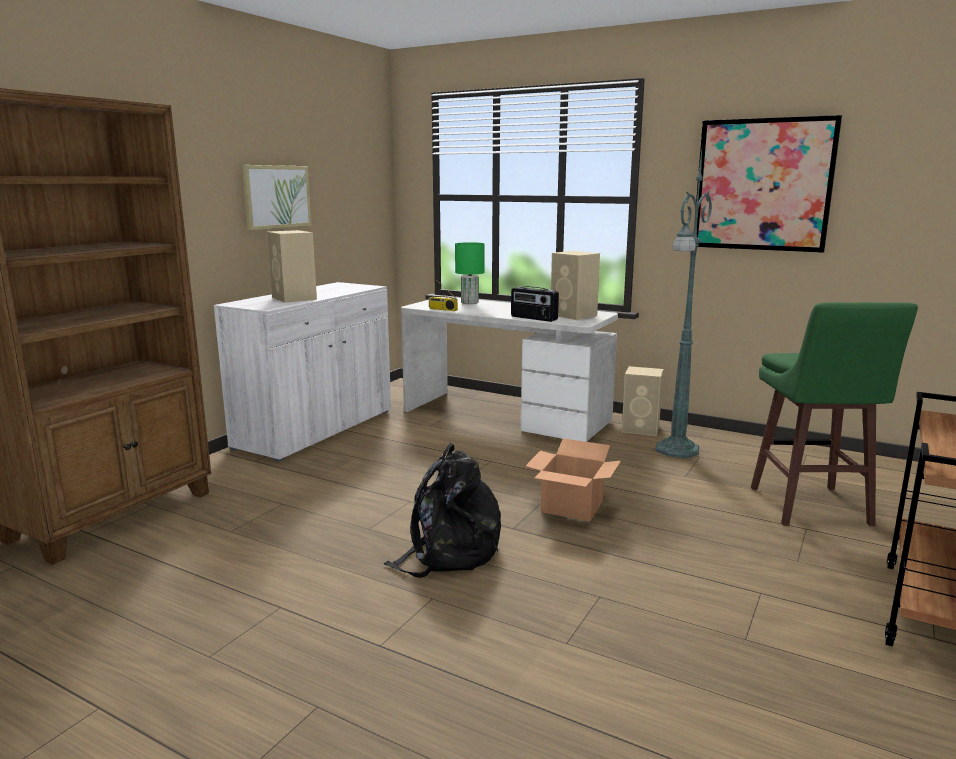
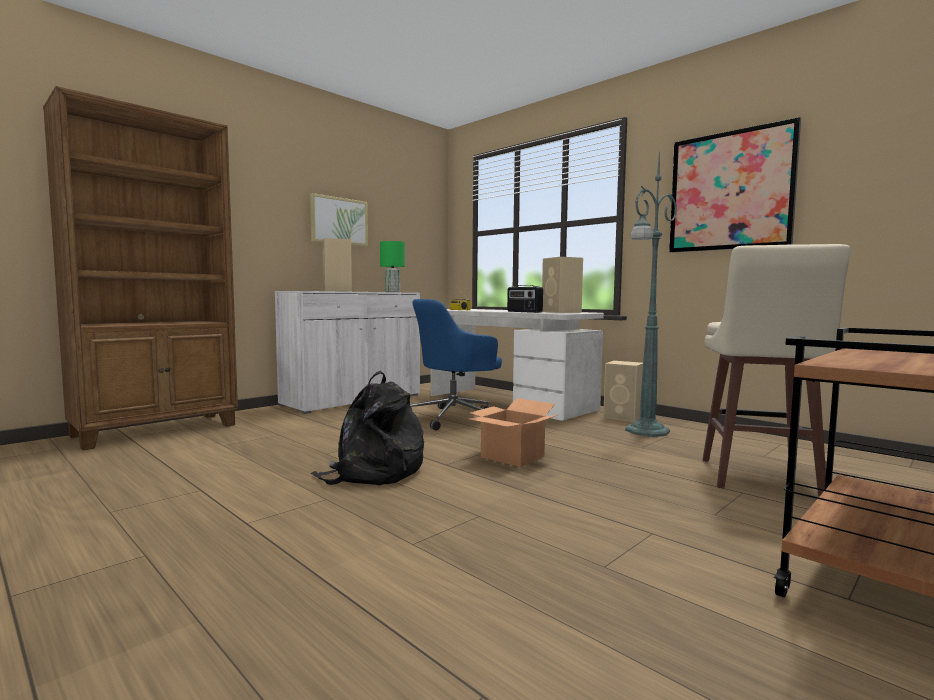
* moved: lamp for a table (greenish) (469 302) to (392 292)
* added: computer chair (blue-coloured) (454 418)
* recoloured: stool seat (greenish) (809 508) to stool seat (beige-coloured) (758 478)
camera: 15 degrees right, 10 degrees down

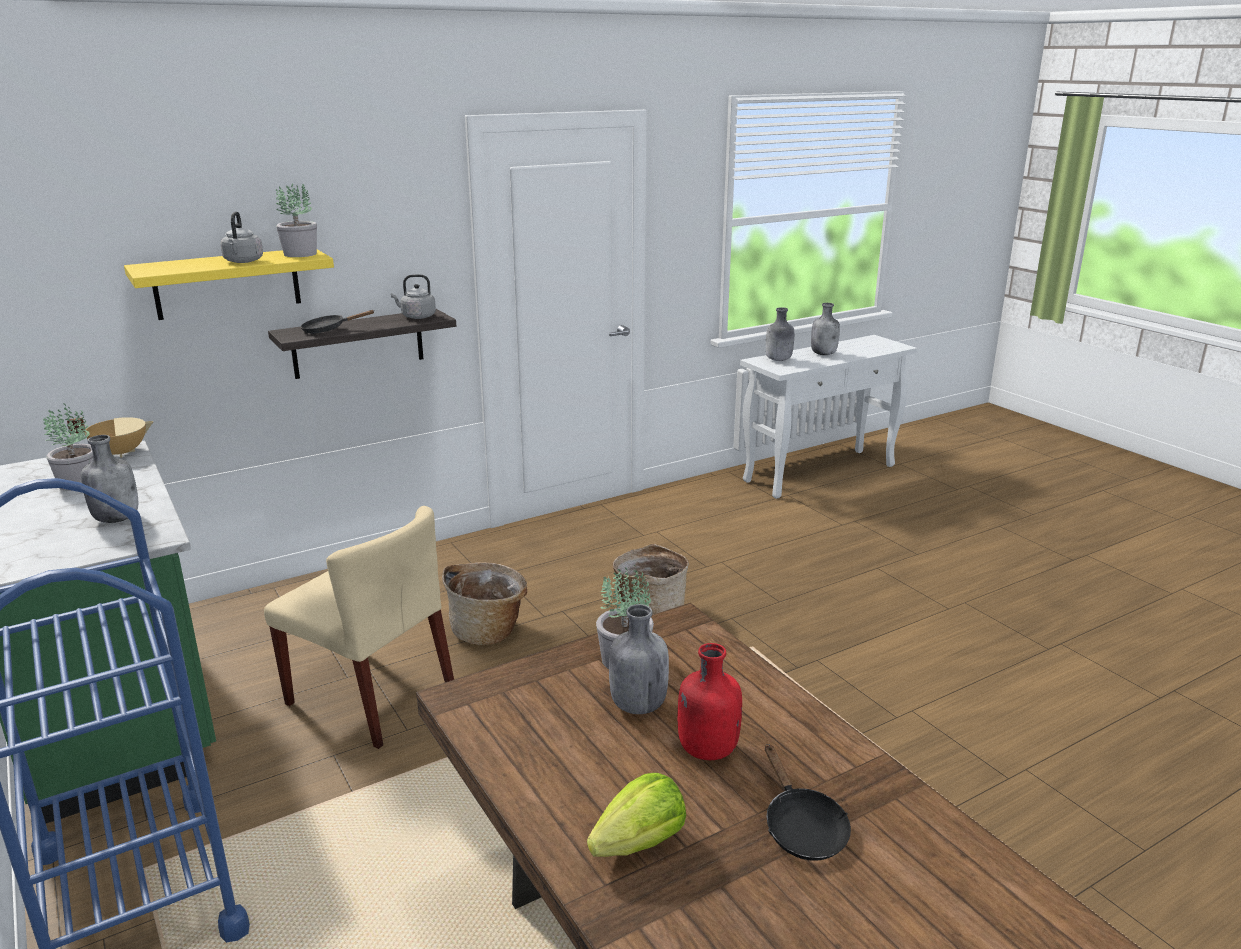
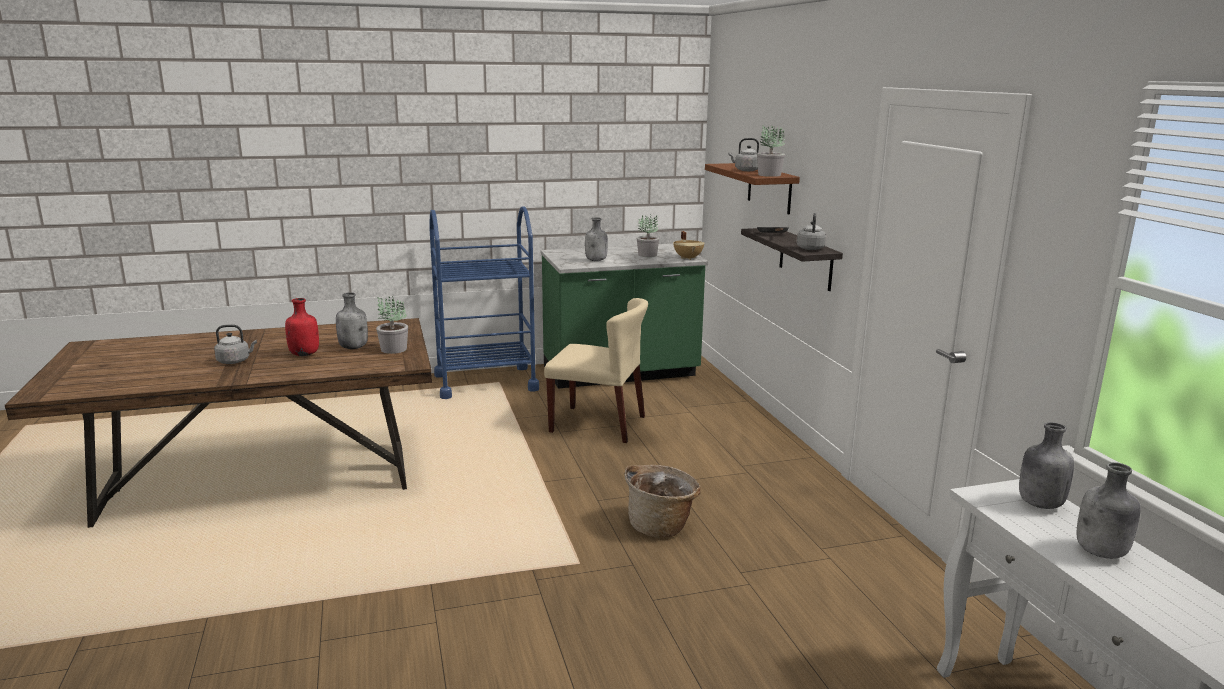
* replaced: frying pan (black) (801 827) to tea kettle (gray) (235 361)
* turned: plain chair (beige-coloured) (372 697) = (598 424) 120 degrees counterclockwise
* recoloured: shelf (yellowish) (227 283) to shelf (brown-coloured) (769 188)
* removed: household basket (488 631)
* removed: lettuce head (640 843)
camera: 105 degrees right, 5 degrees down

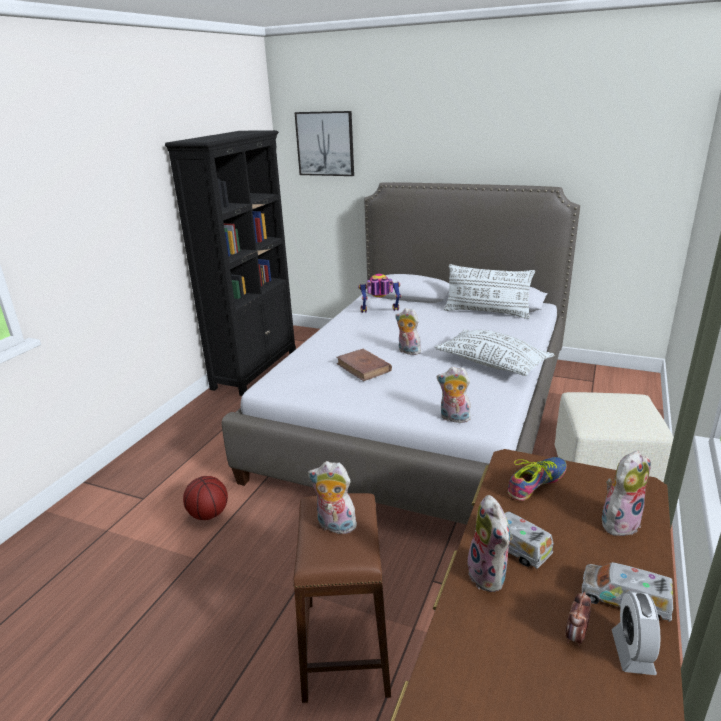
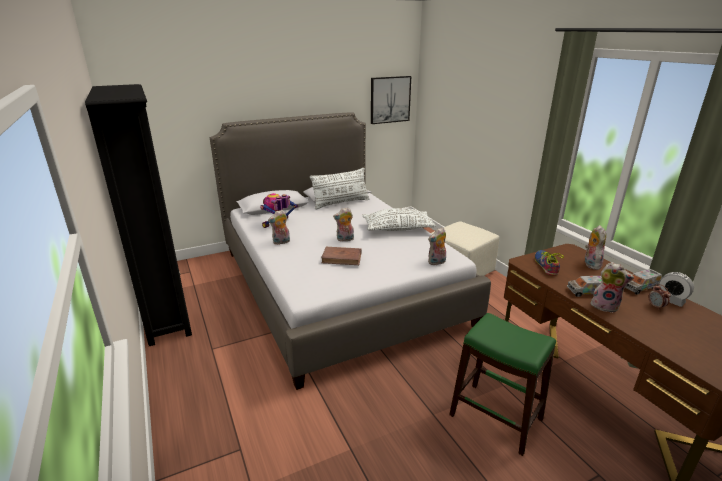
* moved: plush toy (334 526) to (281 242)
* moved: wall art (325 144) to (390 99)
* recoloured: stool seat (brown-coloured) (344 647) to stool seat (greenish) (496 417)
* removed: basketball ball (209 514)
camera: 50 degrees left, 0 degrees up

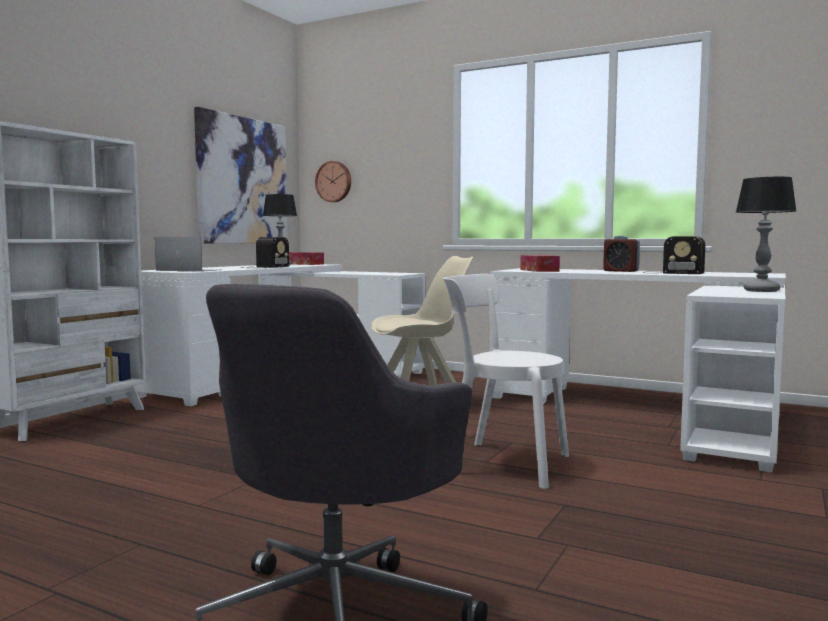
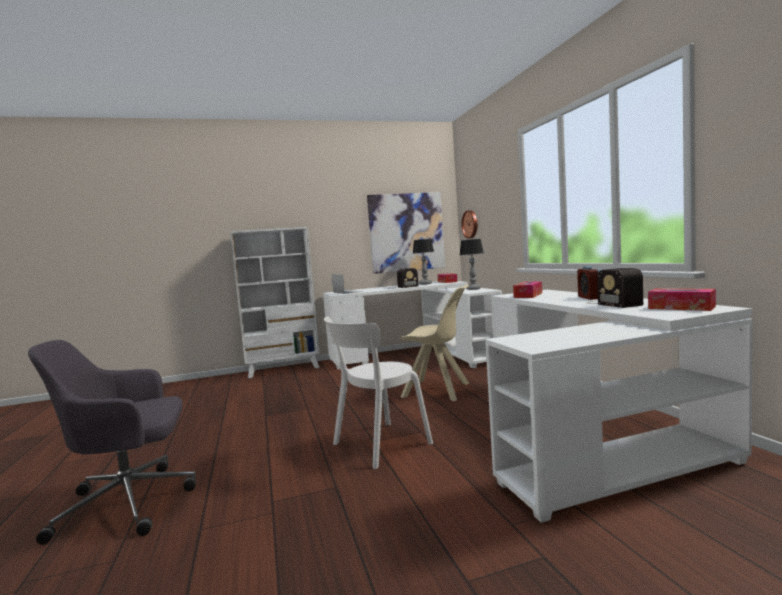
* turned: plain chair (white-coloured) (500 463) = (378 445) 105 degrees counterclockwise
* moved: lamp for a table (762 291) to (473 289)
* added: tissue holder (681 307)
camera: 45 degrees right, 0 degrees up

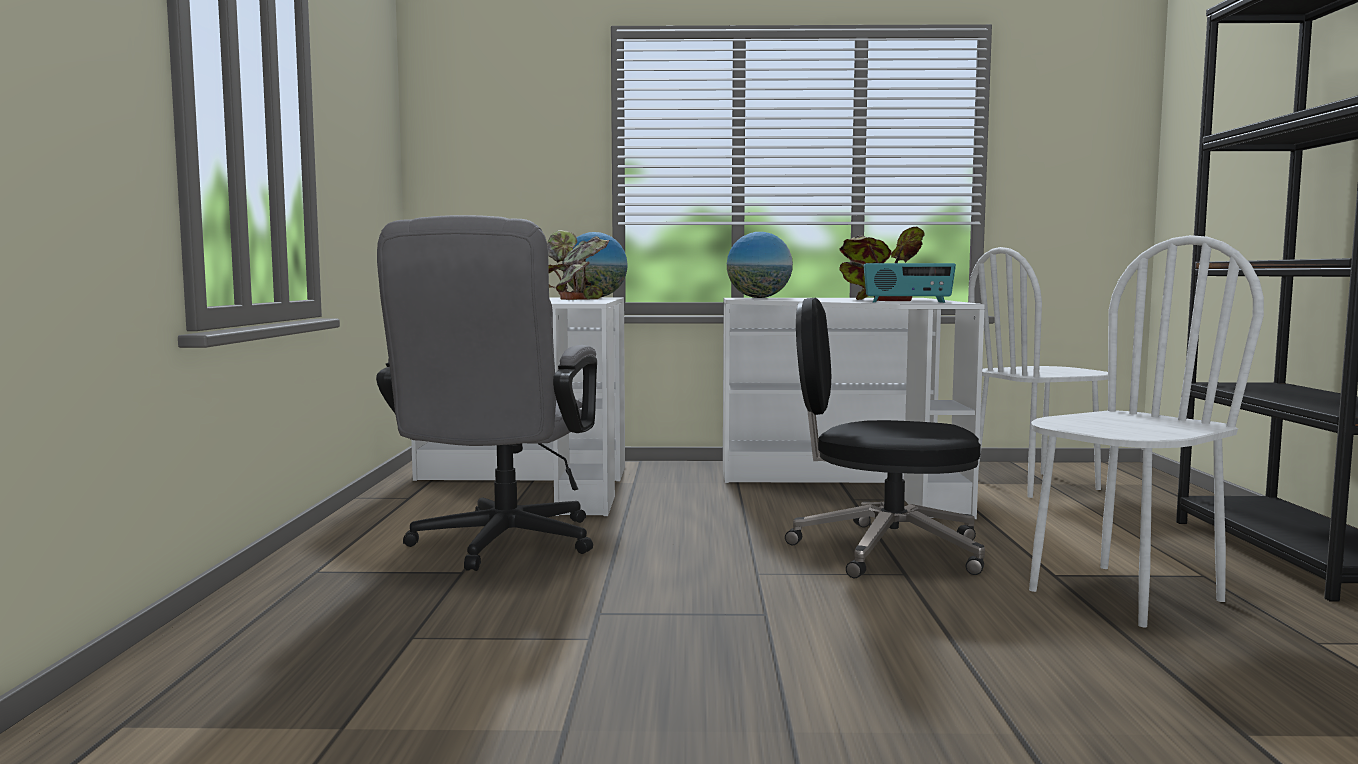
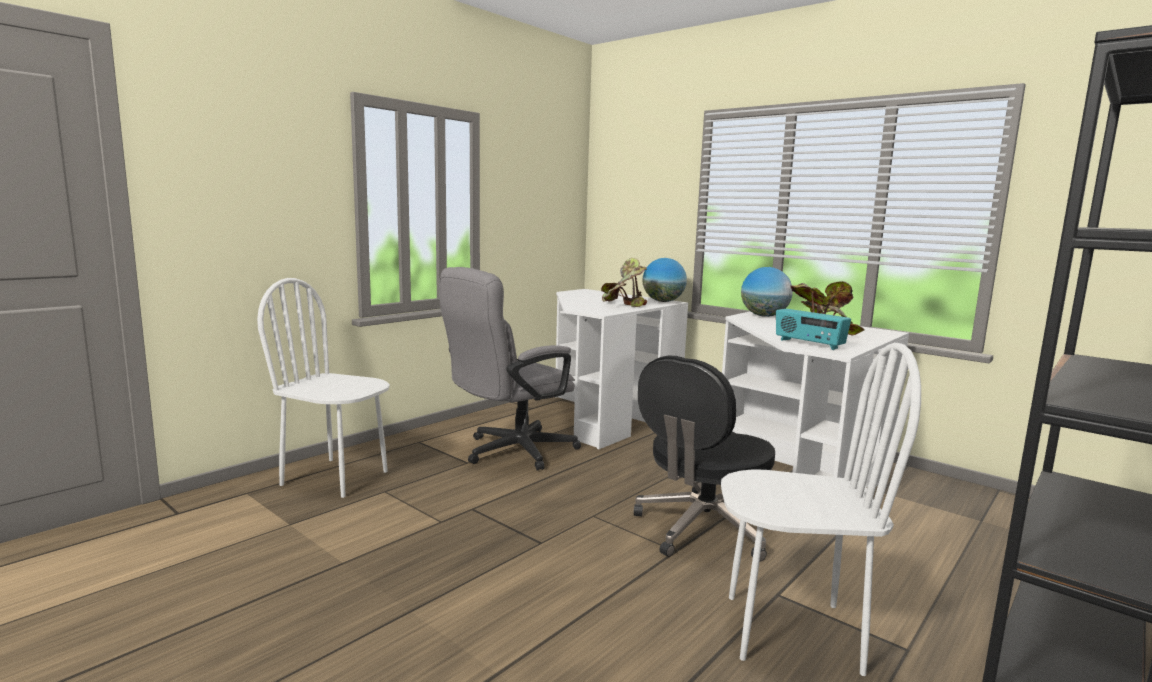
* moved: plain chair (white-coloured) (1035 484) to (335 477)
* turned: computer chair (black) (883 550) = (702 529) 105 degrees counterclockwise
camera: 40 degrees right, 5 degrees up

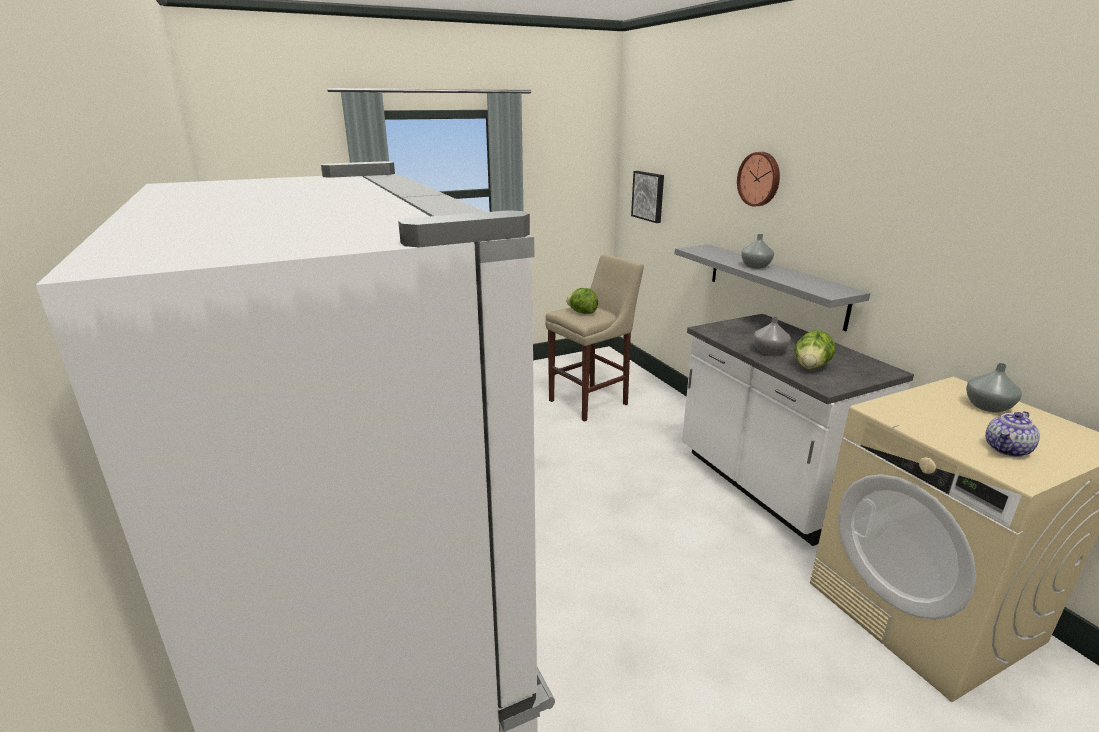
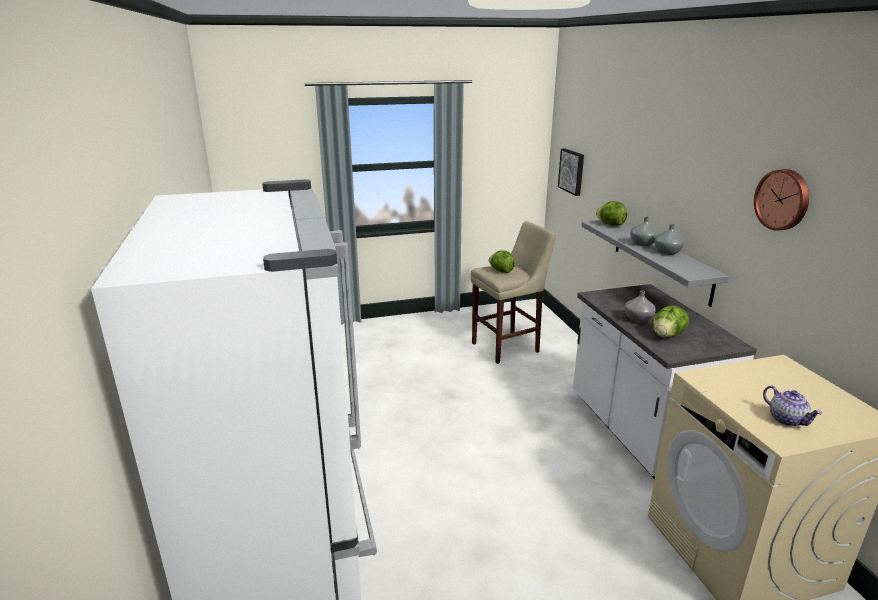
* added: lettuce head (610 224)
* moved: decorative vase (gray) (987 406) to (667 252)
* moved: hanging clock (760 179) to (783 199)
* turned: pot for tea (1007 450) = (787 419) 90 degrees counterclockwise
camera: 10 degrees right, 0 degrees up

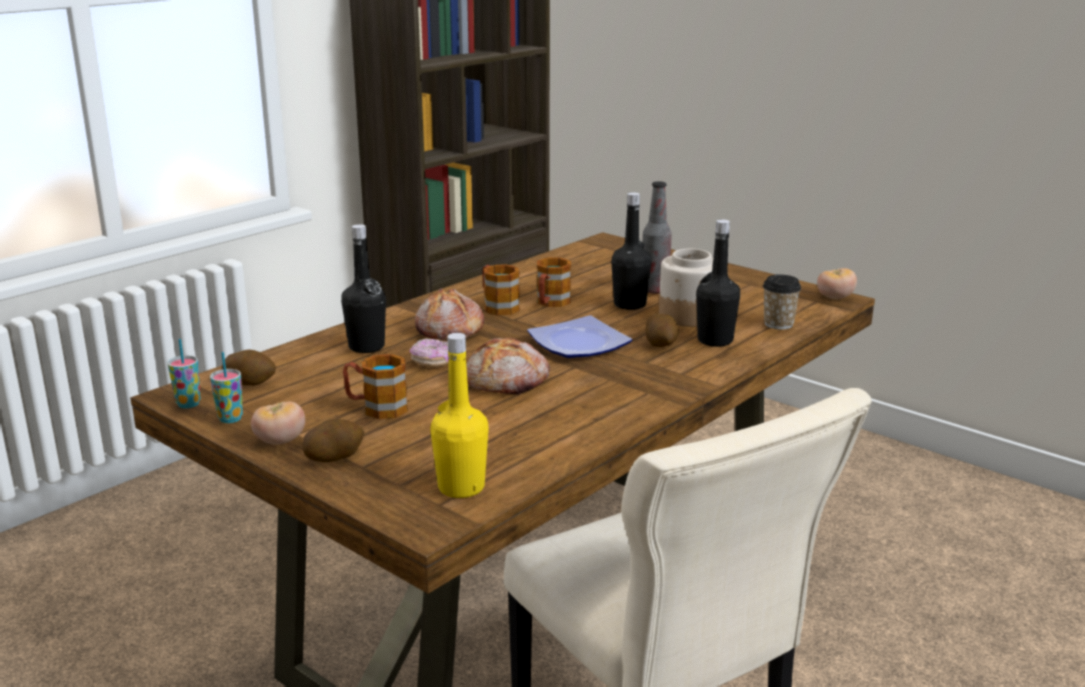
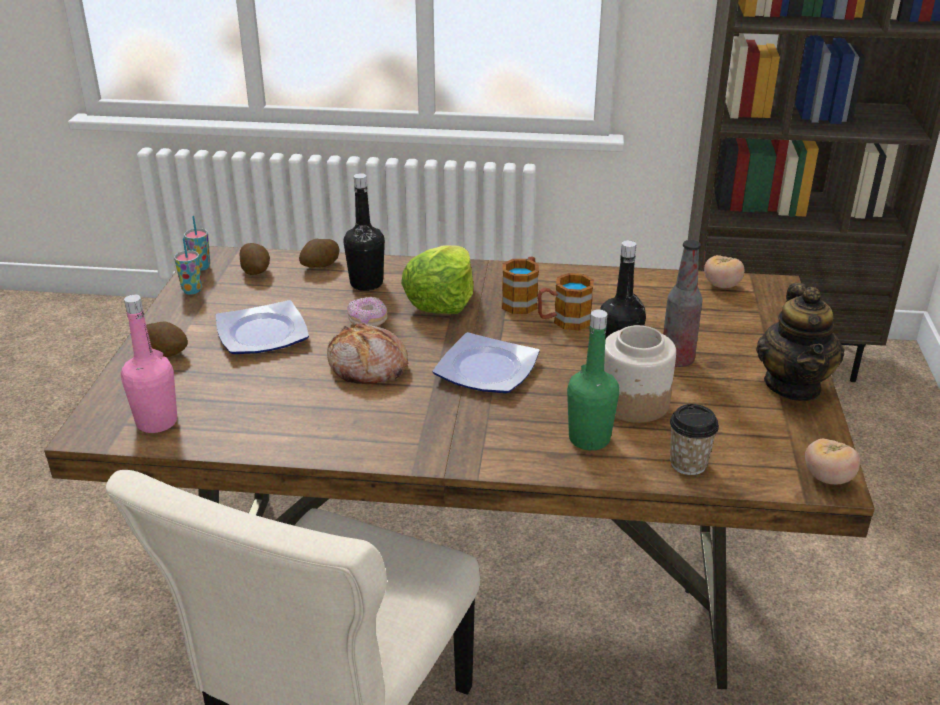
* recoloured: bottle (yellowish) (461 487) to bottle (pinkish) (157 422)
* replaced: tea mug (376 408) to dinner plate (260 333)
* moved: spud (661 344) to (320 266)
* replaced: baked bread (448 330) to lettuce head (441 301)
* recoloured: bottle (black) (715 340) to bottle (greenish) (589 439)
* moved: tomato (280 441) to (722 285)
* added: pot for tea (793 385)
camera: 55 degrees right, 10 degrees up

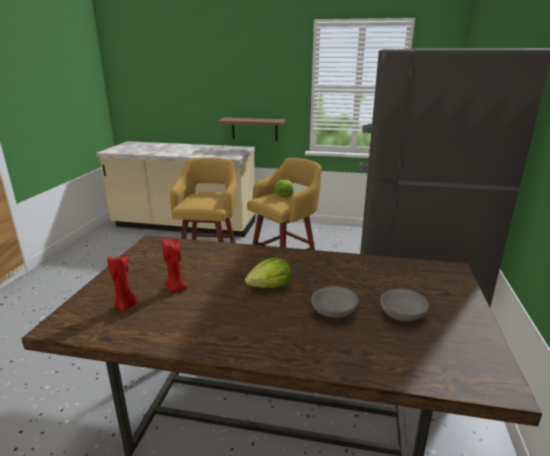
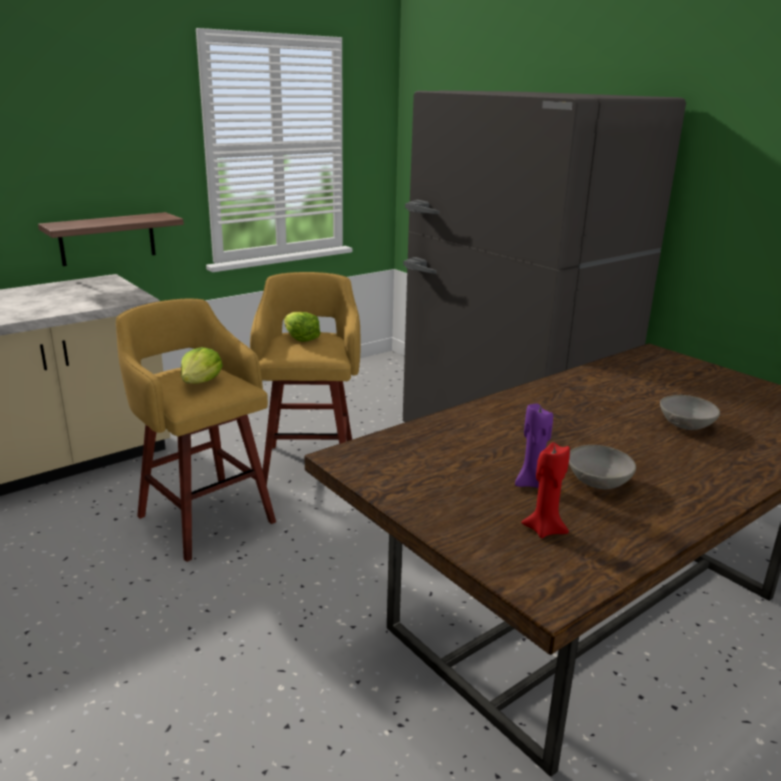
* moved: lettuce head (270 286) to (201 382)
* recoloured: wax candle (red) (175 289) to wax candle (purple) (532 484)
* moved: bowl (gray) (402 315) to (599 482)
camera: 50 degrees left, 0 degrees up

